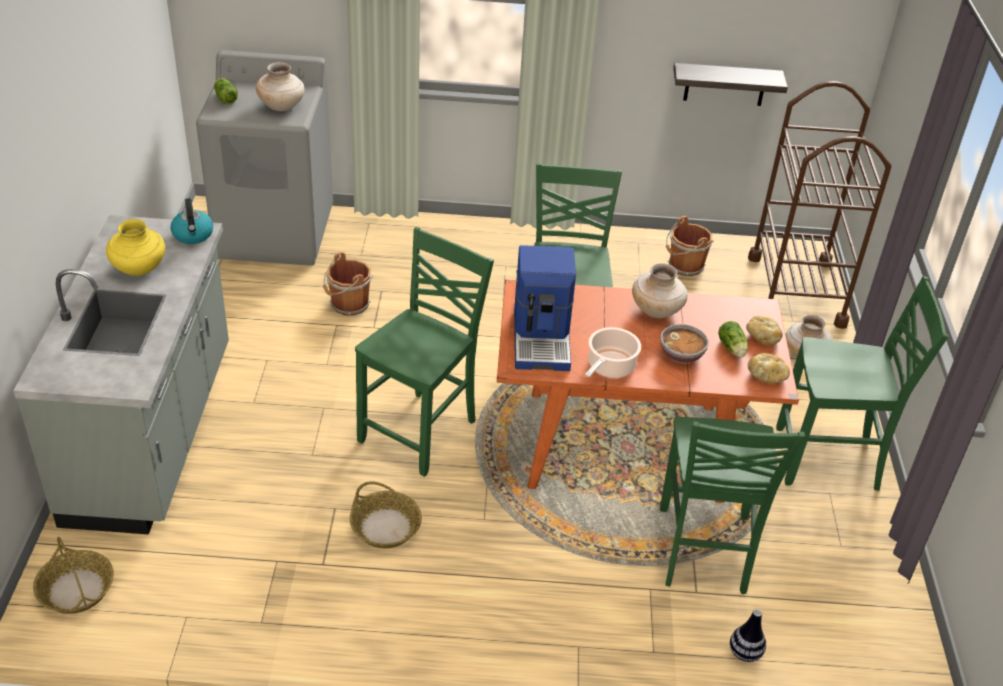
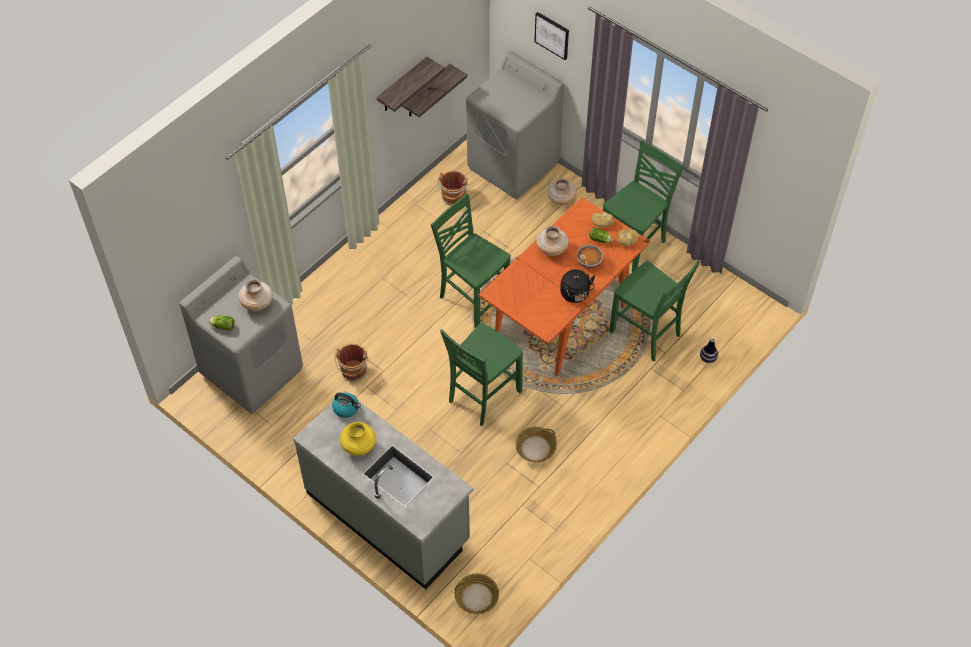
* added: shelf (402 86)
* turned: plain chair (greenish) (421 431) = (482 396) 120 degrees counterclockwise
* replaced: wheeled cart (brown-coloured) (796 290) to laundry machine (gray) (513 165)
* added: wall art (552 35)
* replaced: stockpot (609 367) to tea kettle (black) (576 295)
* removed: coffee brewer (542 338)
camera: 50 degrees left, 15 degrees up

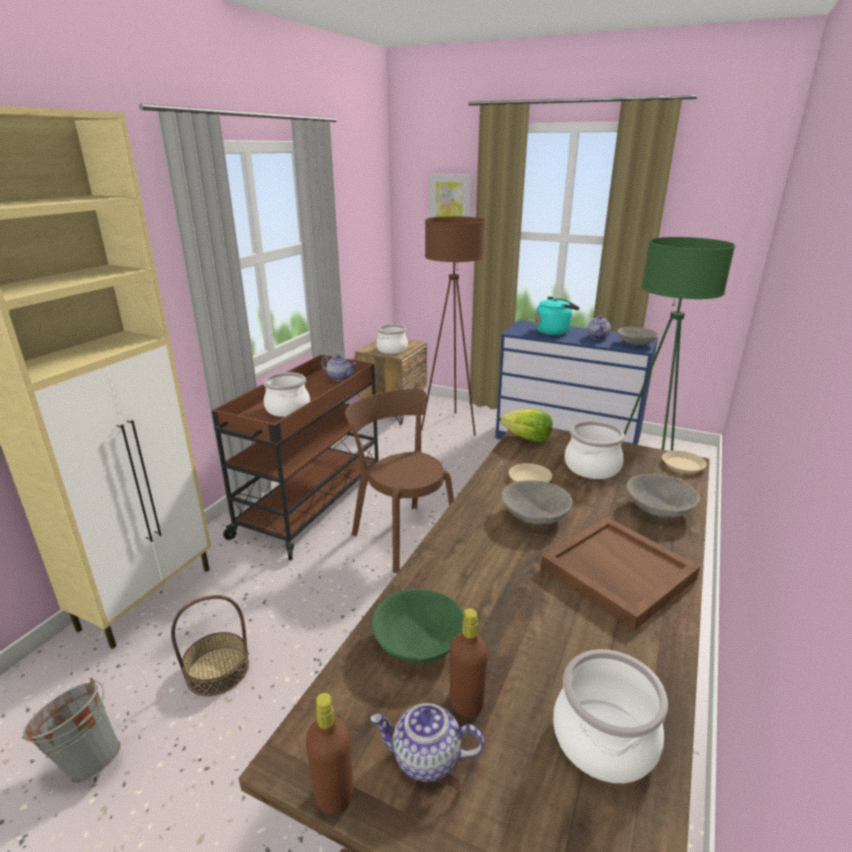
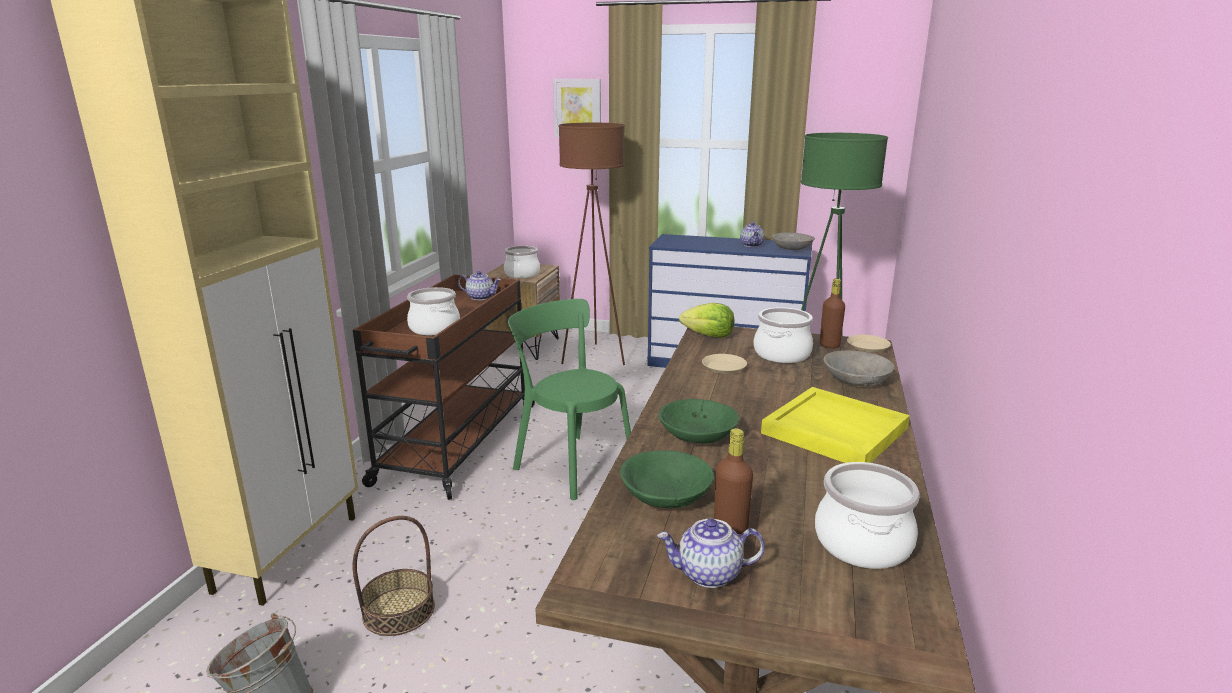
* recoloured: plain chair (brown-coloured) (402 534) to plain chair (greenish) (570 464)
* added: bowl (greenish) (699 436)
* recoloured: serving tray (brown-coloured) (616 573) to serving tray (yellowish) (833 431)
* moved: bottle (brown-coloured) (334 795) to (829 345)
* removed: bowl (gray) (534 515)
* removed: tea kettle (blue-green) (554 331)
camera: 10 degrees left, 5 degrees down

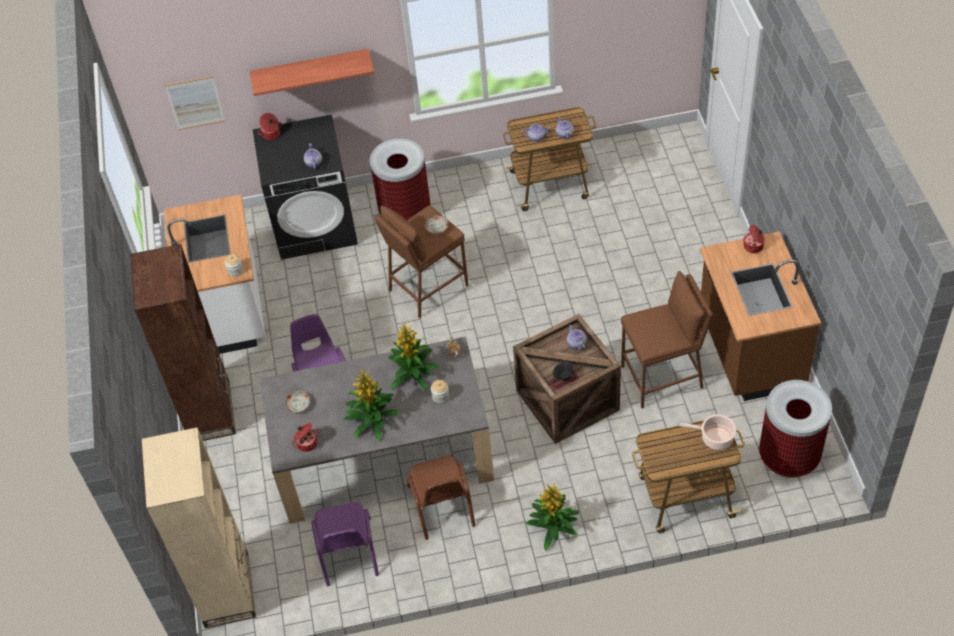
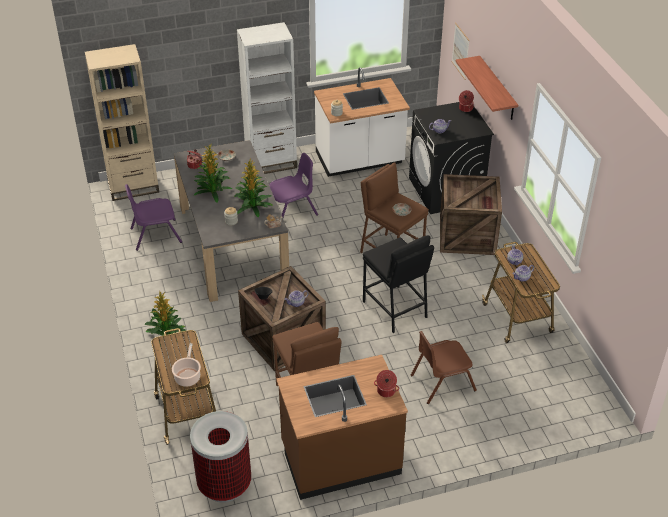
* recoloured: bookcase (brown-coloured) (210 411) to bookcase (white-coloured) (271 163)
* added: stool seat (black) (395 309)
* moved: plain chair (brown-coloured) (442 506) to (442 382)
* replaced: waste bin (405 212) to packing crate (468 236)
camera: 80 degrees right, 10 degrees down

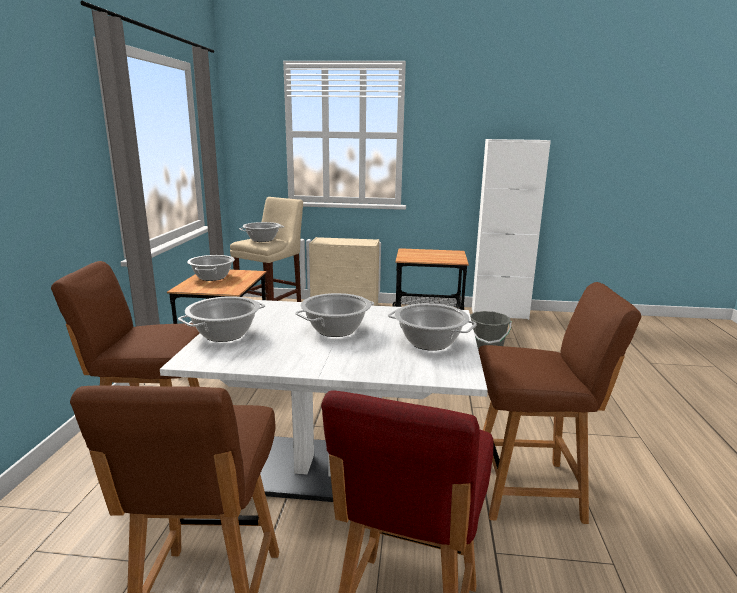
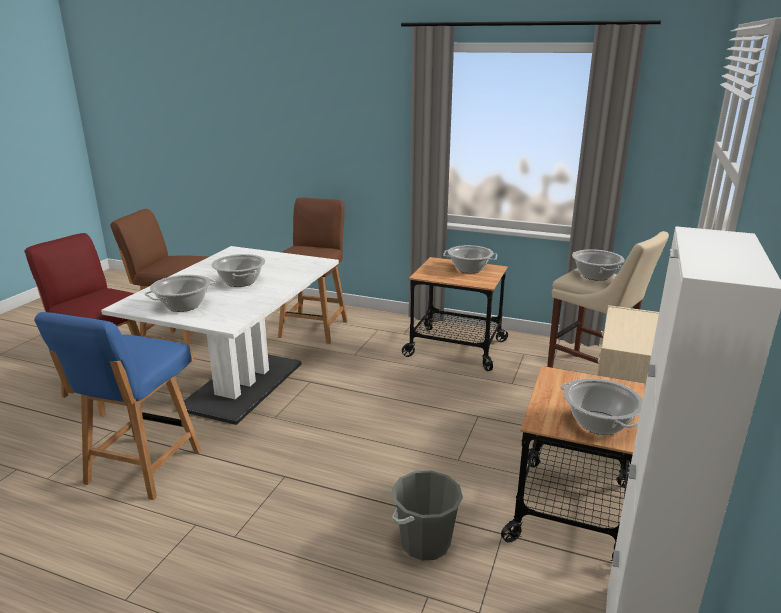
* recoloured: plain chair (brown-coloured) (530 490) to plain chair (blue-coloured) (142 468)
* moved: stockpot (225 334) to (599 423)
camera: 105 degrees right, 5 degrees up

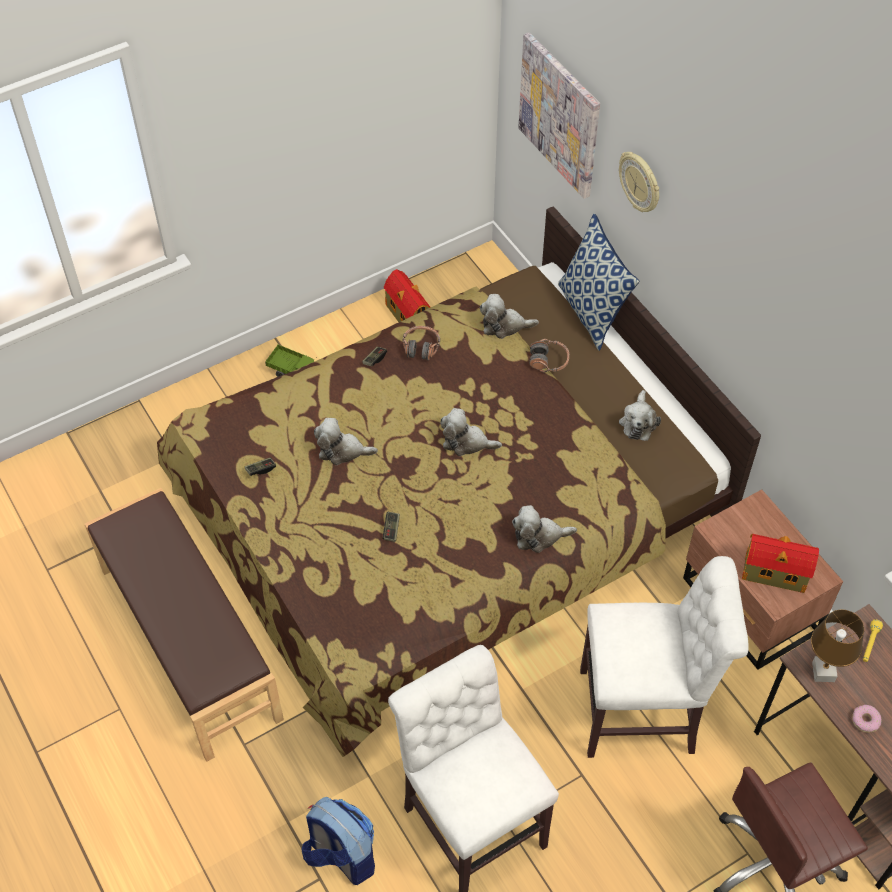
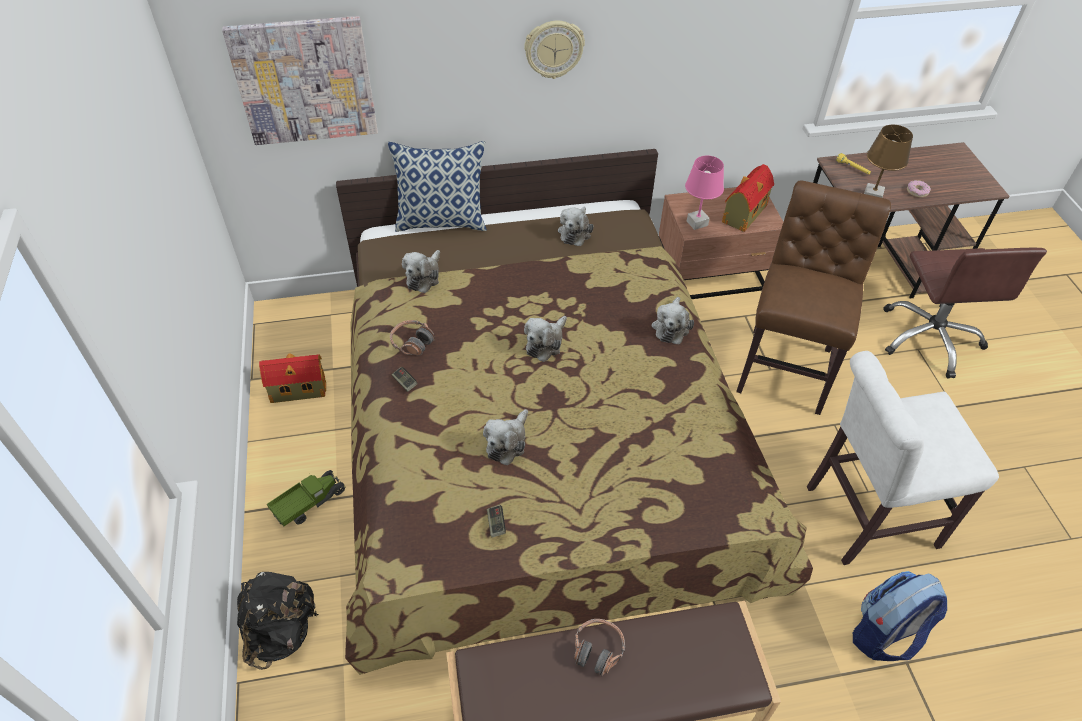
* added: rucksack (black) (281 632)
* moved: hanging clock (640 182) to (554 49)
* turned: plush toy (638 422) = (575 232) 75 degrees clockwise
* moved: pair of headphones (548 361) to (597 650)
* added: lamp for a table (pinkish) (697 223)
* recoloured: plain chair (white-coloured) (644 712) to plain chair (brown-coloured) (786 366)
* removed: game controller (391 529)
camera: 70 degrees left, 5 degrees down

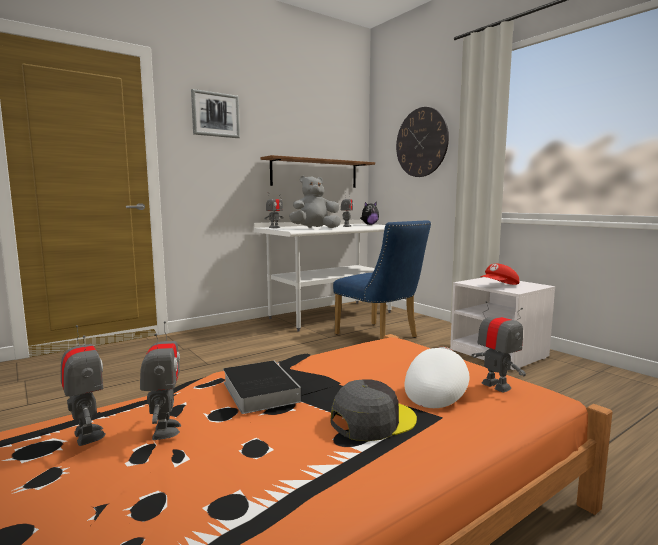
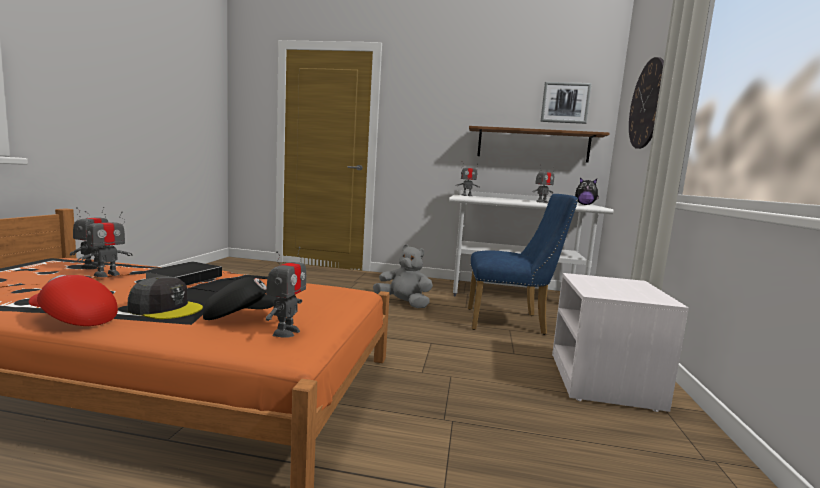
* moved: baseball cap (red) (499 286) to (73 319)
* recoloured: baseball cap (white-coloured) (437 392) to baseball cap (black) (242 316)
* moved: plush toy (gray) (315 228) to (404 303)
* turned: plain chair (blue-coloured) (380 337) = (511 322) 90 degrees counterclockwise
* moved: wall art (215 114) to (565 103)
camera: 45 degrees right, 0 degrees up

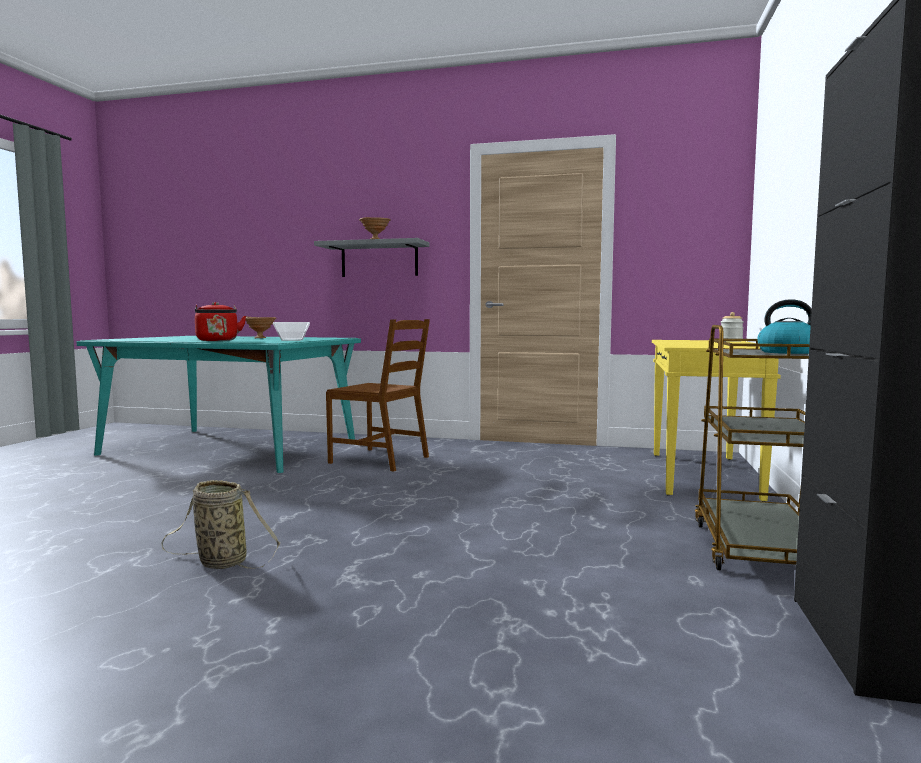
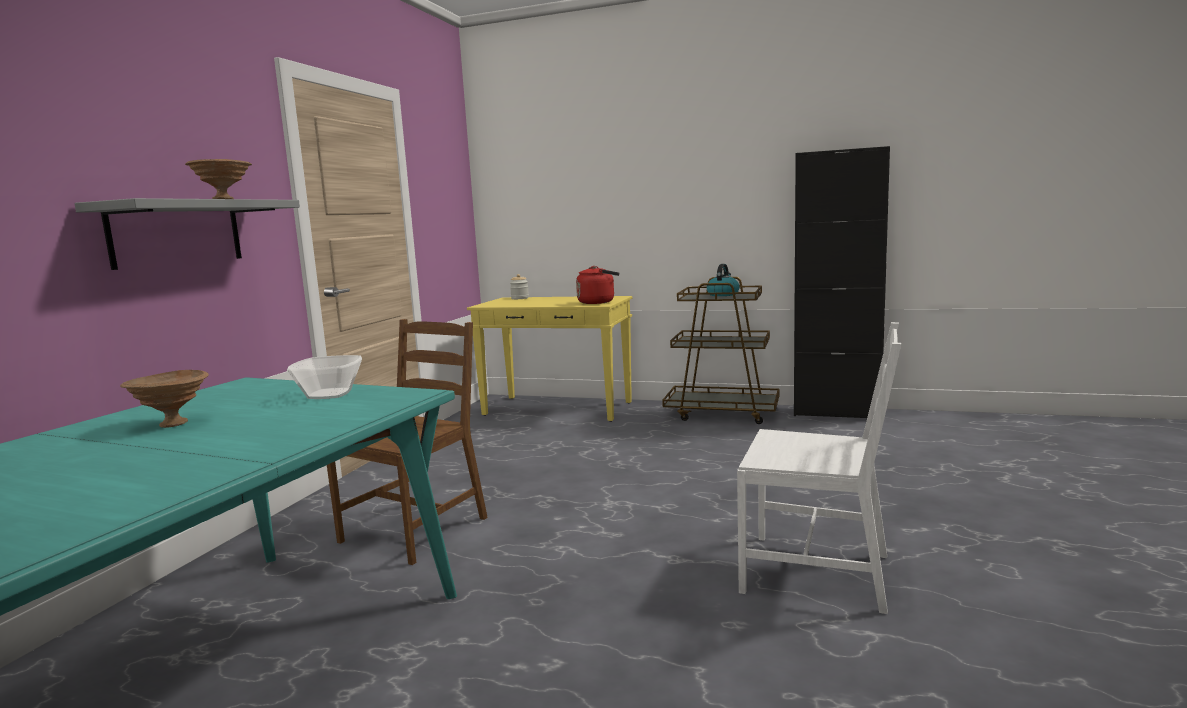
* moved: tea kettle (red) (217 341) to (598 302)
* replaced: household basket (219 562) to plain chair (white-coloured) (817 572)
camera: 85 degrees left, 5 degrees up

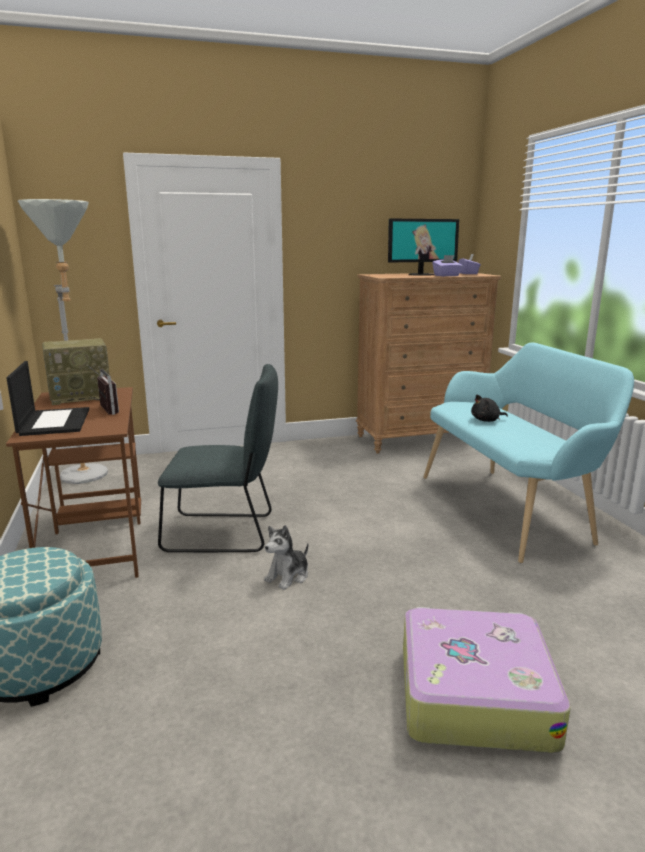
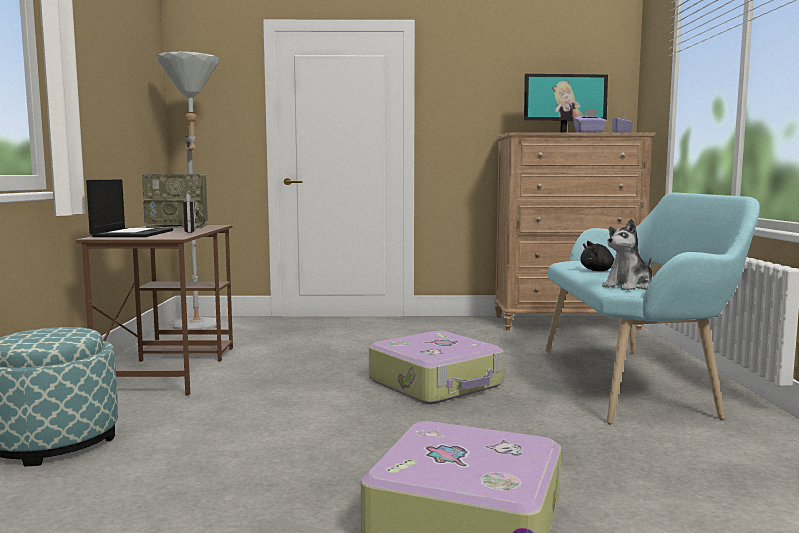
* added: travel case (437 383)
* moved: plush toy (288 576) to (629 286)
* removed: plain chair (gray) (225 533)
camera: 15 degrees right, 10 degrees down

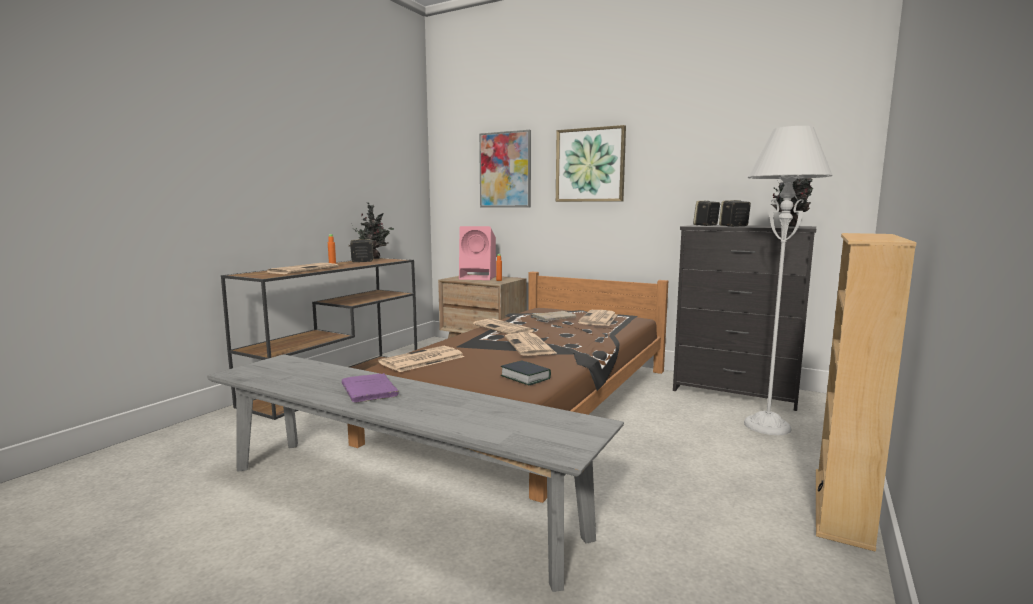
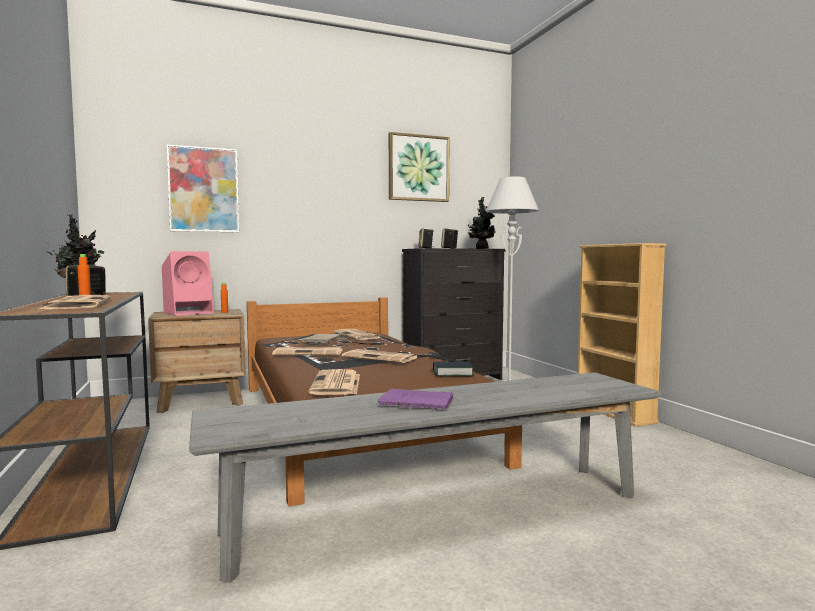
* moved: wall art (590 165) to (418 168)
camera: 50 degrees left, 5 degrees down

